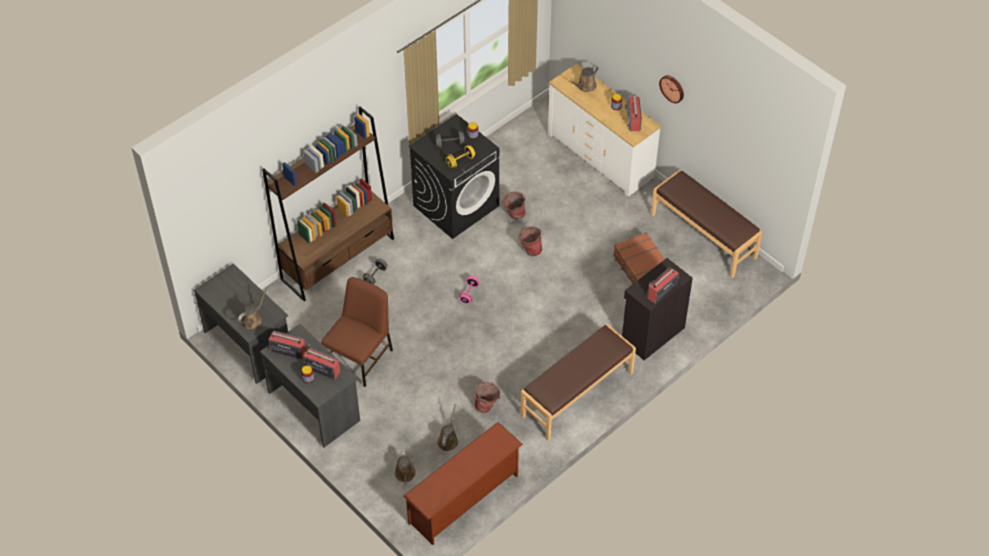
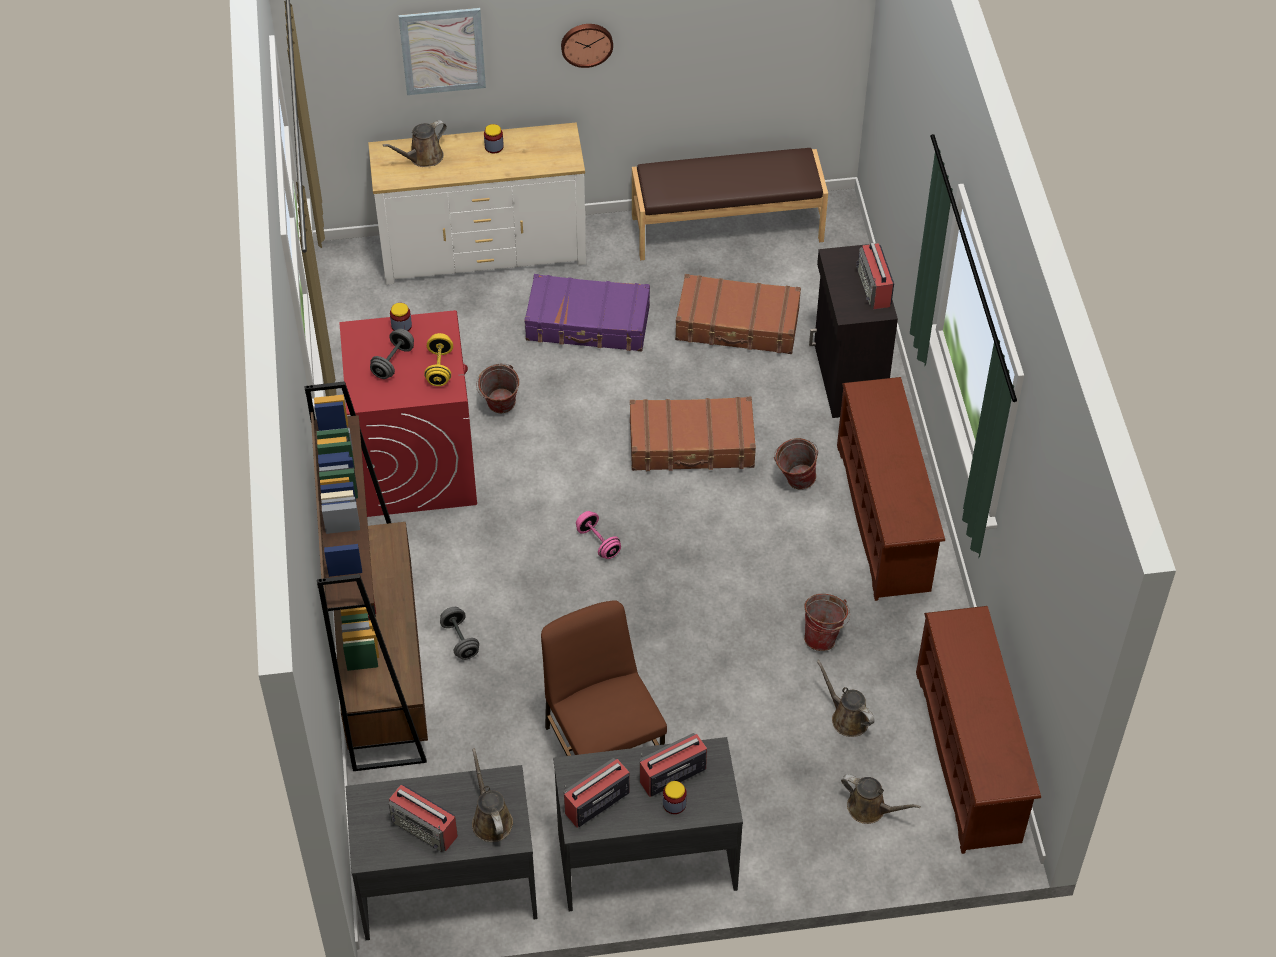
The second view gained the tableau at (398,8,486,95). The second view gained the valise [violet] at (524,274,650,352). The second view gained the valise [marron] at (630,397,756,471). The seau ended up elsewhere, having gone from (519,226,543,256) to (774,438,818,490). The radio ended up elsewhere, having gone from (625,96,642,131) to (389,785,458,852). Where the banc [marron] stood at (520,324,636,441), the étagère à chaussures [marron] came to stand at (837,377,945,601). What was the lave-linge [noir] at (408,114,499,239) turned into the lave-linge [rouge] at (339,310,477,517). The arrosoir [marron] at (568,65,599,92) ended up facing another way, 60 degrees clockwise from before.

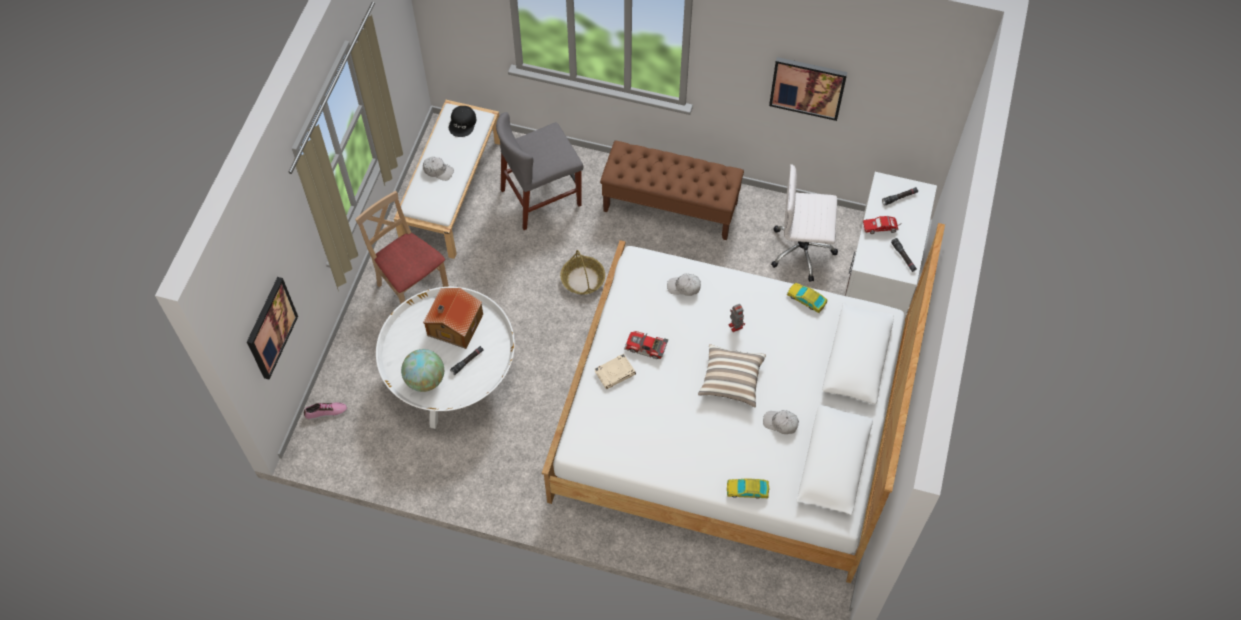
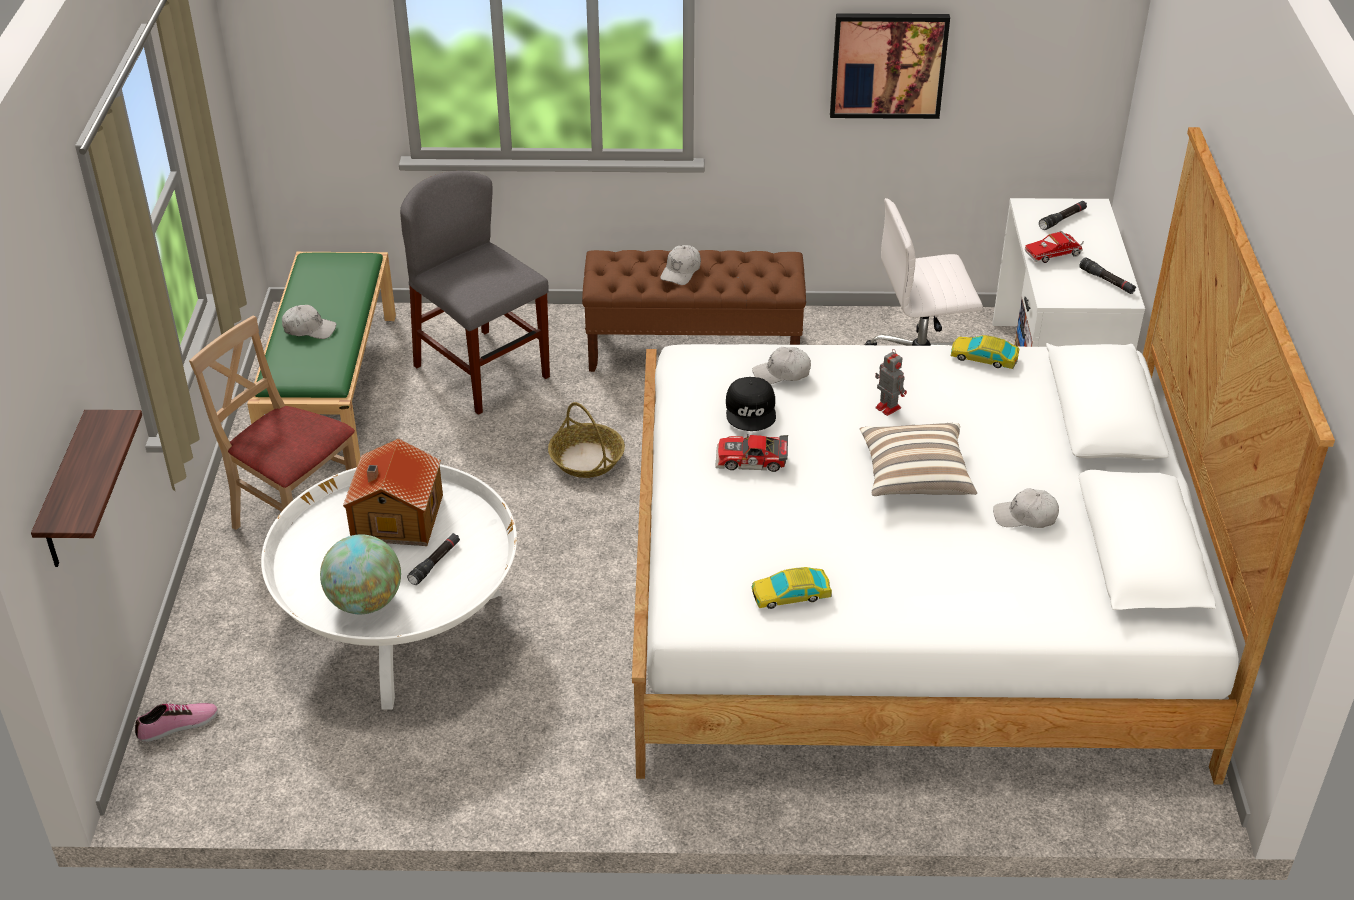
The second view lost the livre [beige] at (595,354,636,390). The second view gained the casquette [blanc] at (660,245,701,285). The casquette [noir] ended up elsewhere, having gone from (449,106,476,137) to (726,377,776,431). The petite voiture ended up elsewhere, having gone from (727,478,769,499) to (752,567,832,609). Where the tableau hung at (247,277,298,379), the étagère came to hang at (31,410,142,567). What was the banc [blanc] at (394,100,500,259) turned into the banc [vert] at (247,252,396,466). The chaise [gris] at (496,112,583,230) ended up facing another way, 90 degrees clockwise from before.

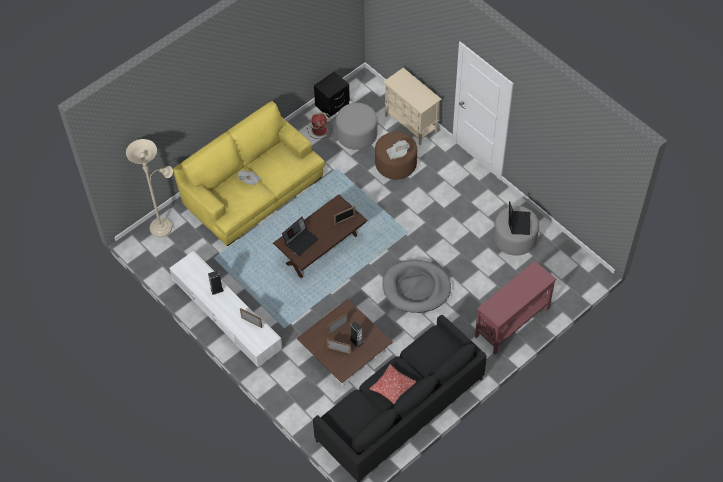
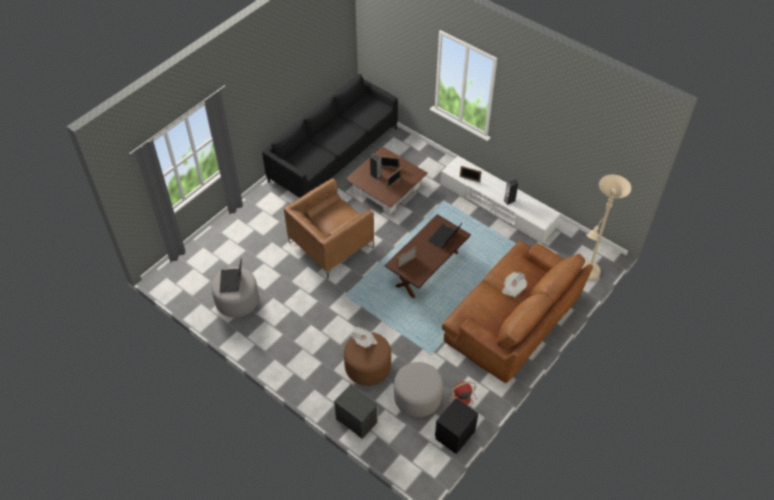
The second view lost the coussin at (369,364,417,404). The second view lost the table console [rouge] at (475,261,556,355). Where the meuble de rangement [beige] stood at (383,68,442,145), the table de chevet came to stand at (334,384,378,439). Where the panier pour chien [gris] stood at (383,260,451,313), the fauteuil [marron] came to stand at (284,178,374,279). What was the canapé [jaune] at (173,101,325,246) turned into the canapé [marron] at (442,241,593,383).

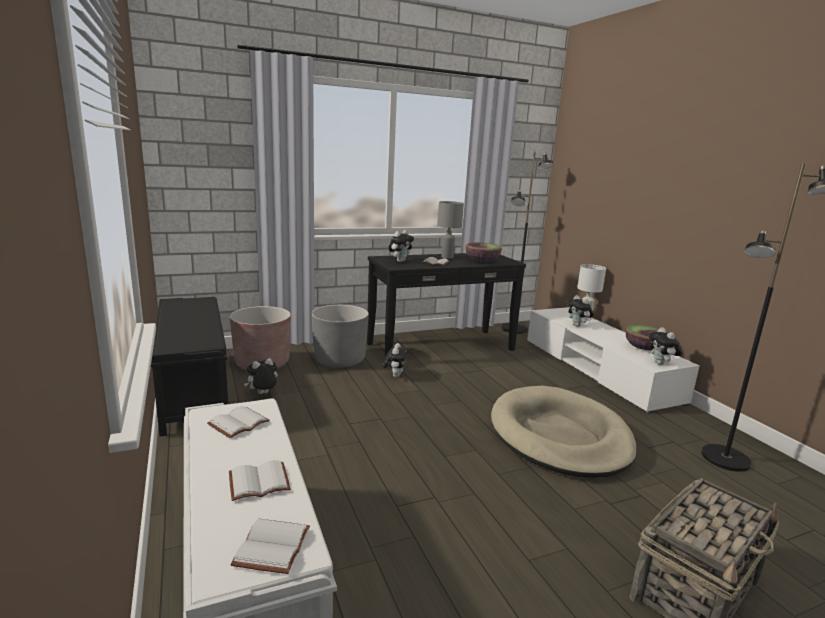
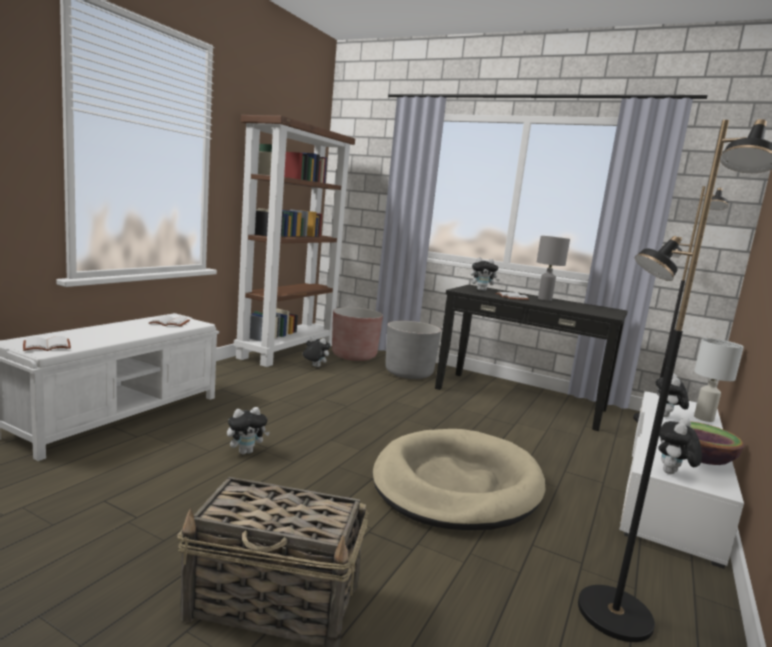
The second view lost the livre [blanc] at (229,460,291,501). The second view lost the bol at (465,243,502,262). The peluche ended up elsewhere, having gone from (383,343,408,377) to (227,407,270,454). Where the banc [noir] stood at (151,297,228,436), the bibliothèque [marron] came to stand at (234,115,355,367).

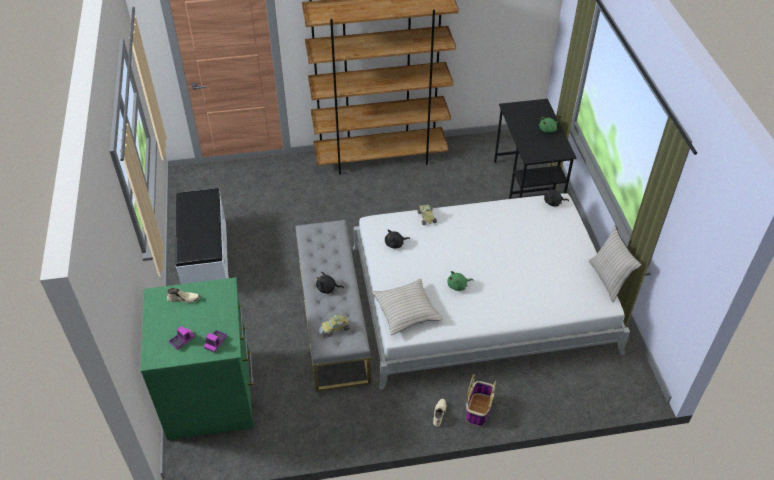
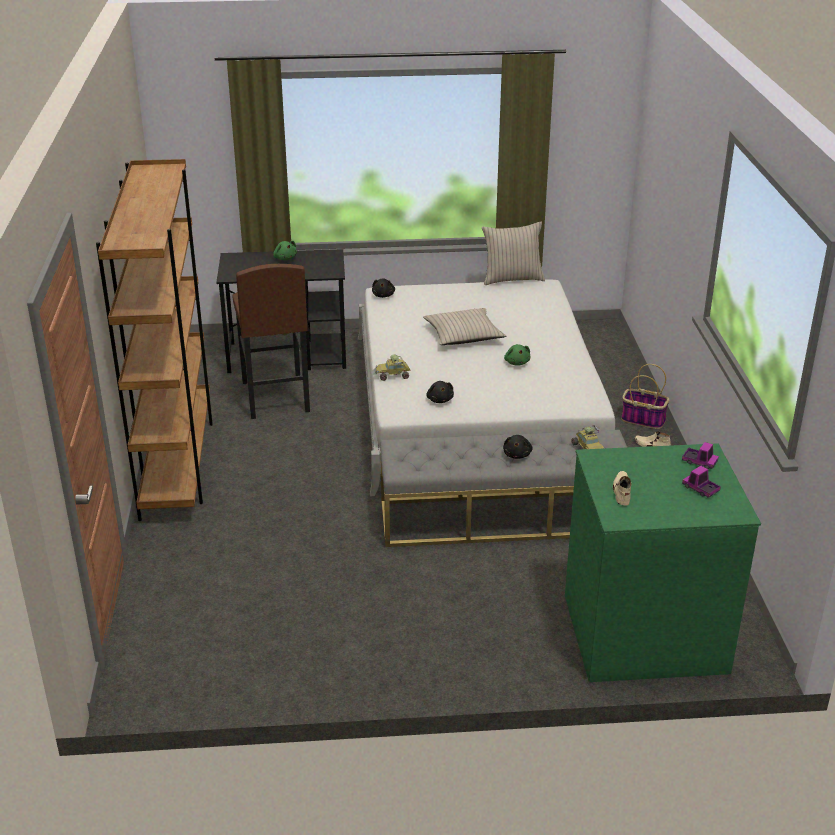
The second view lost the banc [blanc] at (176,188,229,284). The second view gained the tabouret [marron] at (232,264,310,419). The coussin [beige] ended up elsewhere, having gone from (372,278,443,335) to (423,308,506,345).

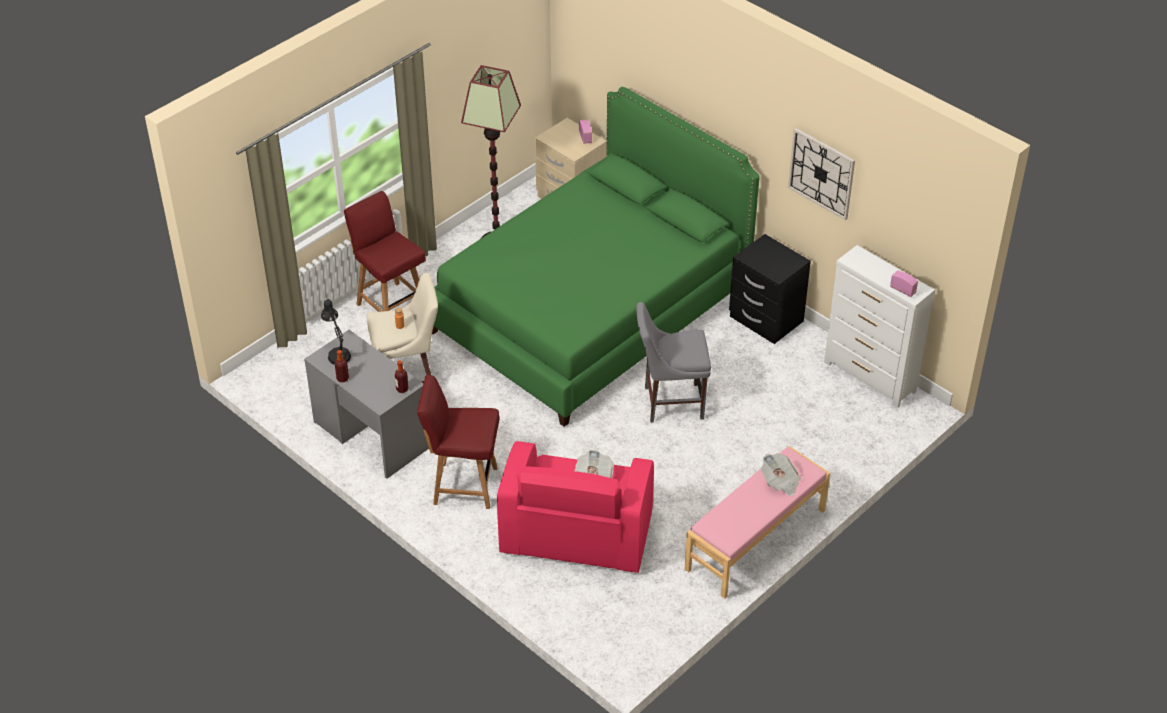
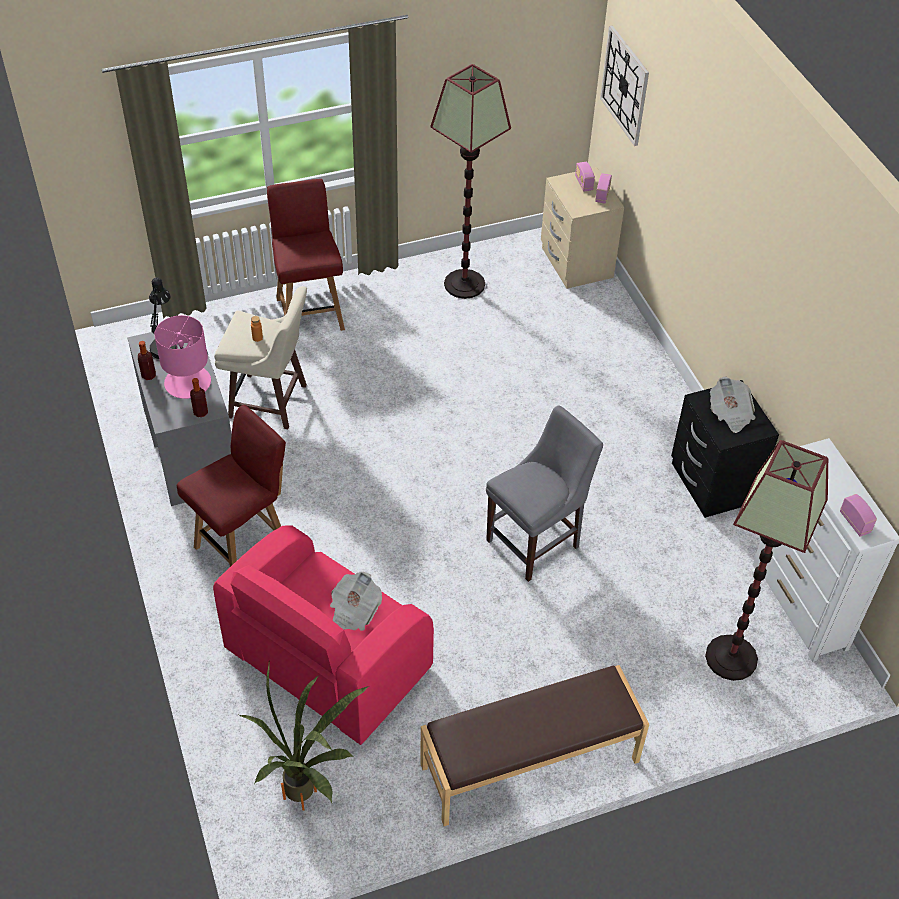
The second view lost the lit [vert] at (432,87,760,427). The second view gained the lampe de table [rose] at (154,315,211,399). The second view gained the plante en pot at (239,663,370,811). The second view gained the radio at (575,162,595,192). The second view gained the lampadaire at (705,440,828,681). The journal ended up elsewhere, having gone from (761,453,801,496) to (710,376,756,433). The horloge murale ended up elsewhere, having gone from (788,128,855,220) to (600,25,649,146). What was the banc [rose] at (685,446,830,599) turned into the banc [marron] at (420,665,649,826). The chaise [rouge] at (417,374,500,509) ended up facing another way, 105 degrees clockwise from before. The chaise [gris] at (636,302,711,423) ended up facing another way, 120 degrees clockwise from before.

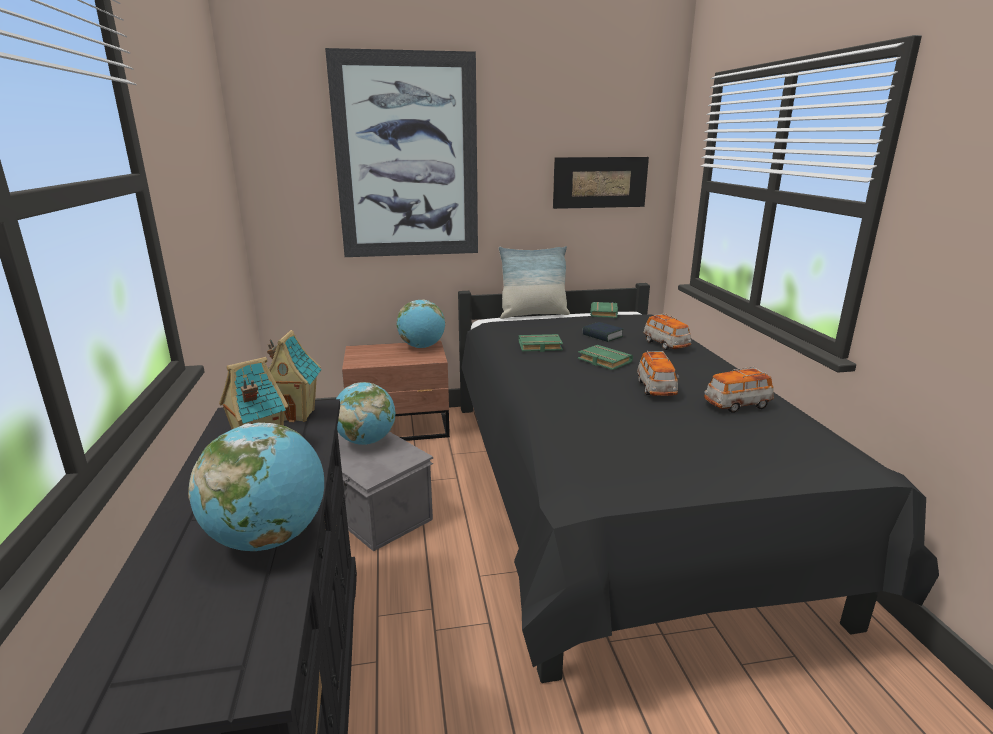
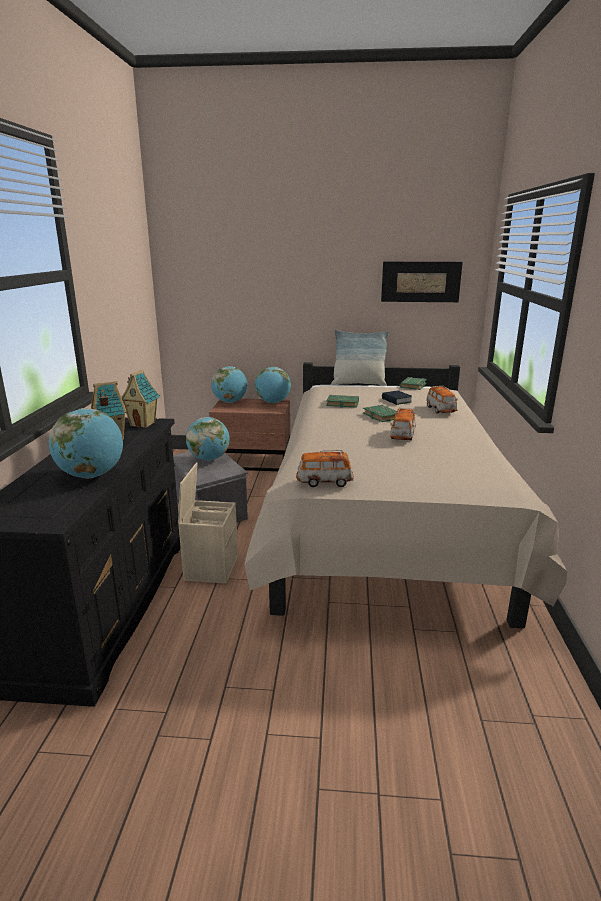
The second view lost the tableau at (325,48,478,257). The second view gained the boîte de rangement [beige] at (178,462,238,584). The second view gained the globe at (211,366,247,403). The petite voiture ended up elsewhere, having gone from (704,367,774,413) to (296,450,354,487). What was the lit [noir] at (458,283,939,683) turned into the lit [beige] at (244,362,567,628).

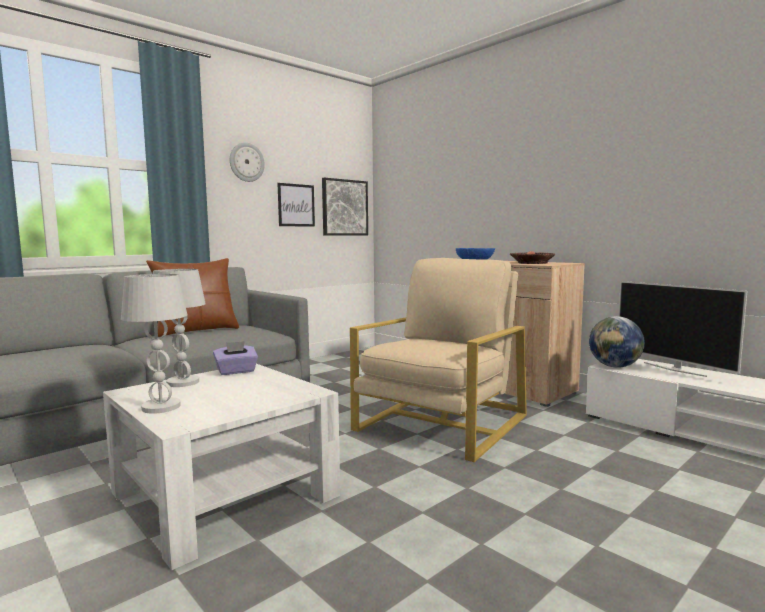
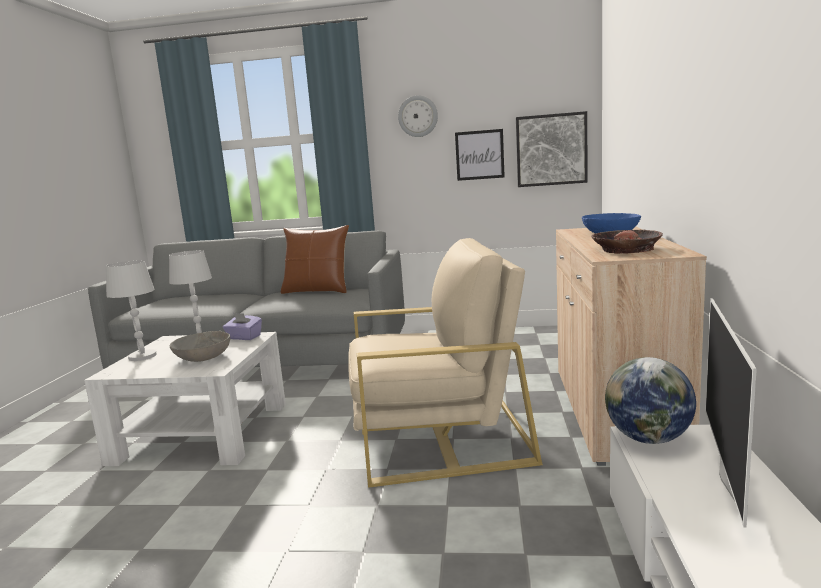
The second view gained the bol [gris] at (170,331,230,362).

